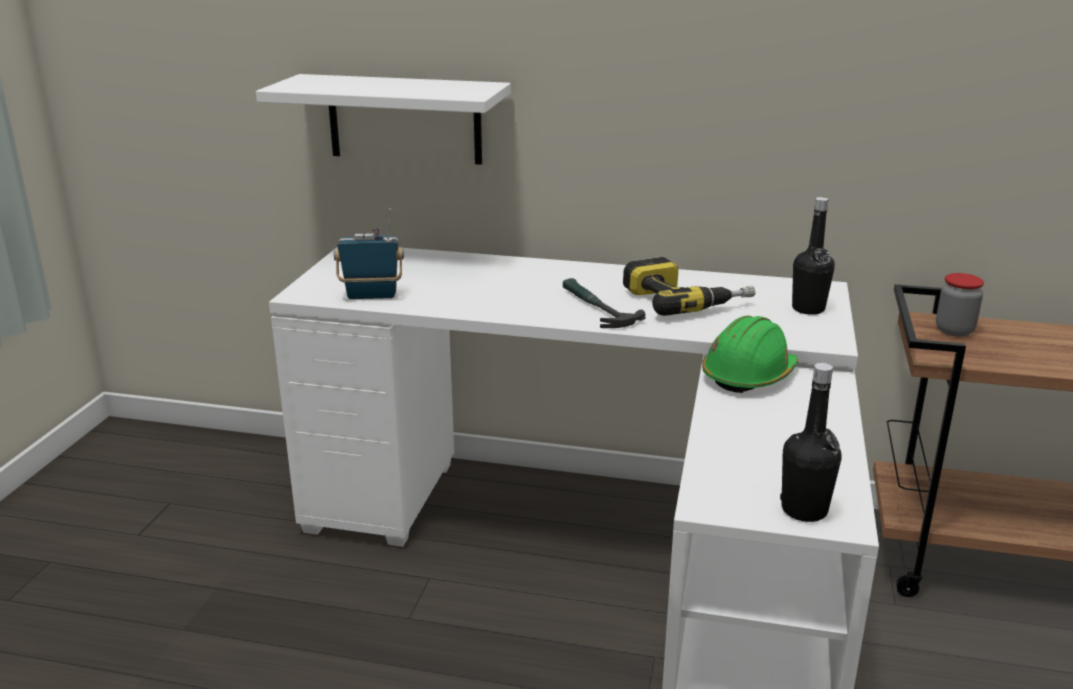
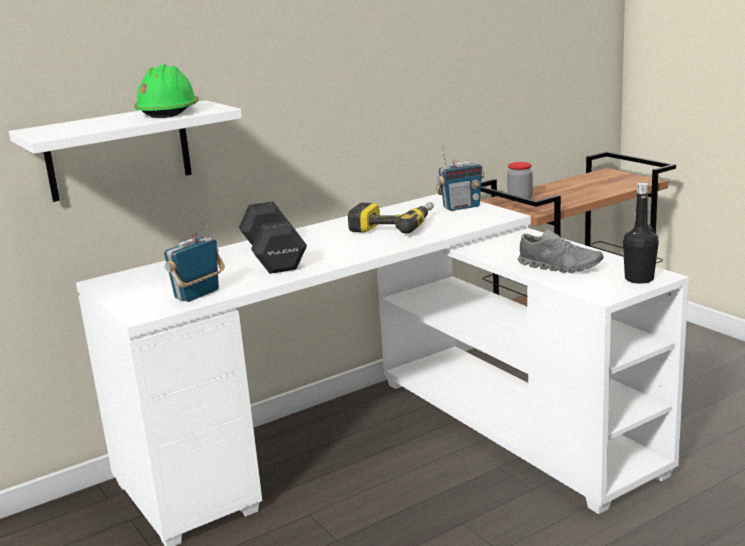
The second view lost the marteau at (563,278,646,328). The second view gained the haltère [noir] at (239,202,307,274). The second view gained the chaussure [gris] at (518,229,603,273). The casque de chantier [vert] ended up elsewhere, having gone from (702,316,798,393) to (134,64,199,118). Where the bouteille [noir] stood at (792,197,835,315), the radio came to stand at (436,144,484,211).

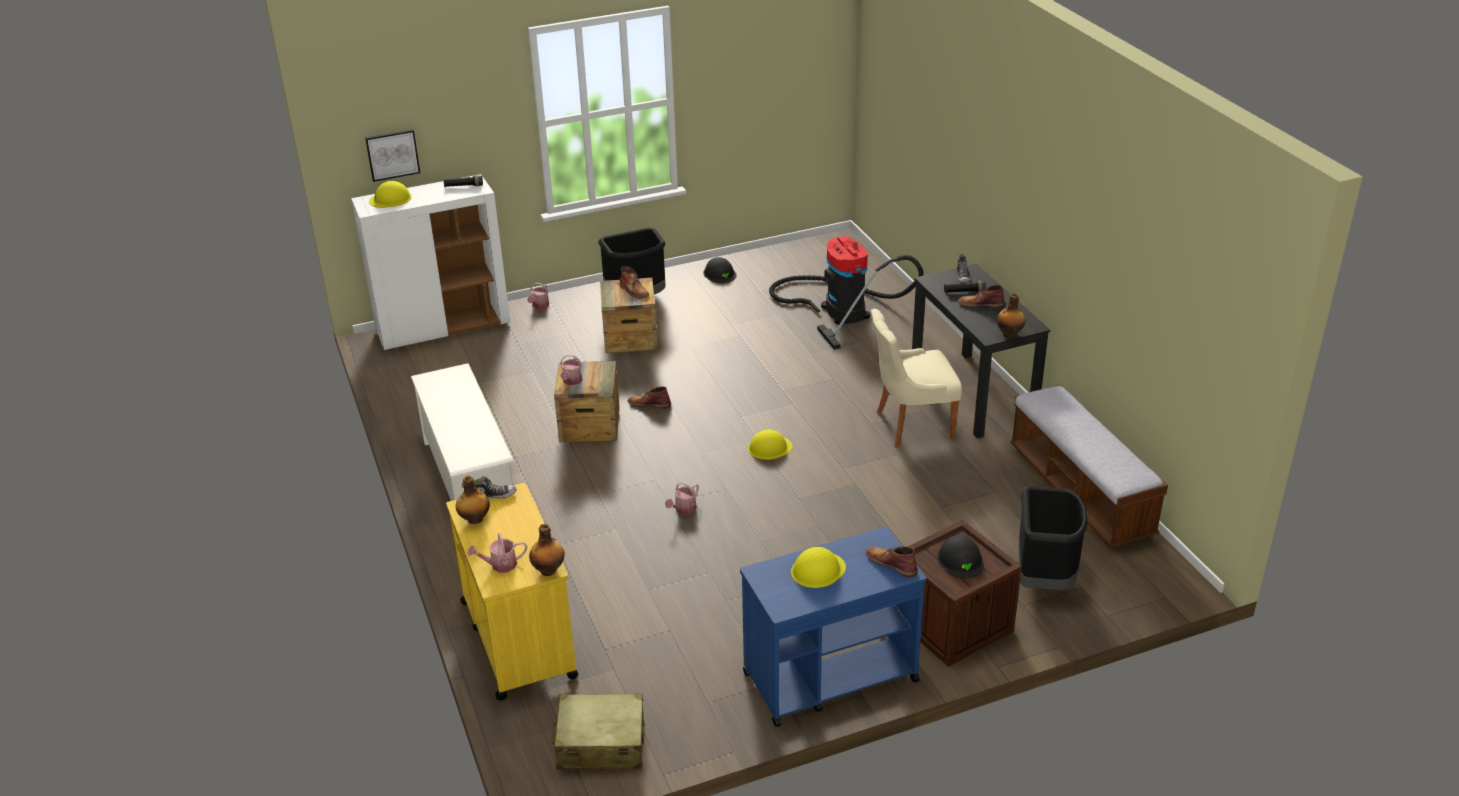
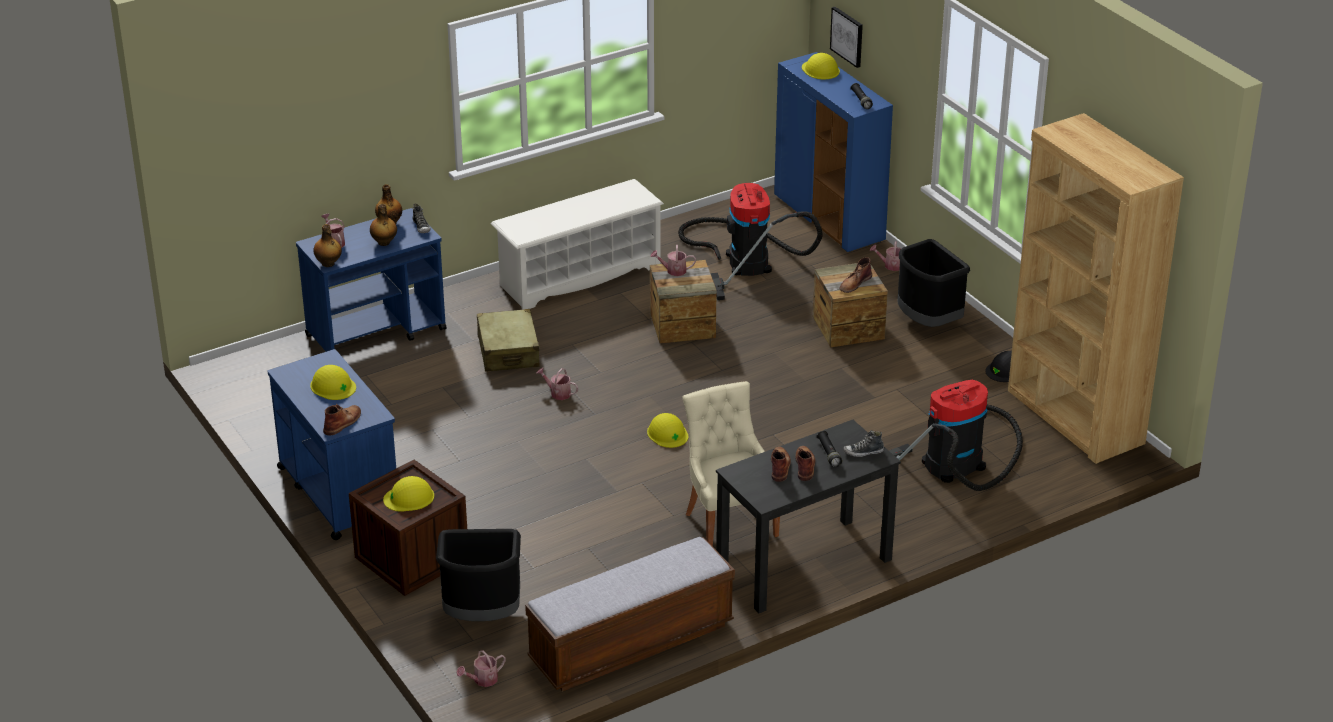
The second view gained the arrosoir at (456,650,506,687). The second view gained the aspirateur at (678,183,823,300). The second view gained the bibliothèque [marron] at (1008,113,1184,464). The valise [beige] ended up elsewhere, having gone from (552,694,645,770) to (477,309,540,372). The botte [marron] ended up elsewhere, having gone from (628,386,671,409) to (771,447,791,482). The bouteille ended up elsewhere, having gone from (997,293,1026,338) to (370,204,397,246). What was the meuble de rangement [blanc] at (351,174,510,350) turned into the meuble de rangement [bleu] at (774,52,893,252). What was the chariot [jaune] at (446,483,578,700) turned into the chariot [bleu] at (296,208,447,352). What was the casque de chantier [noir] at (937,535,984,578) turned into the casque de chantier [jaune] at (383,476,434,512).

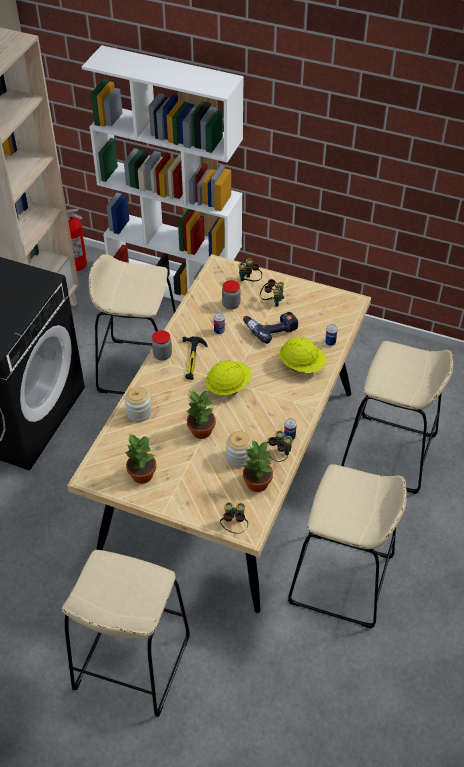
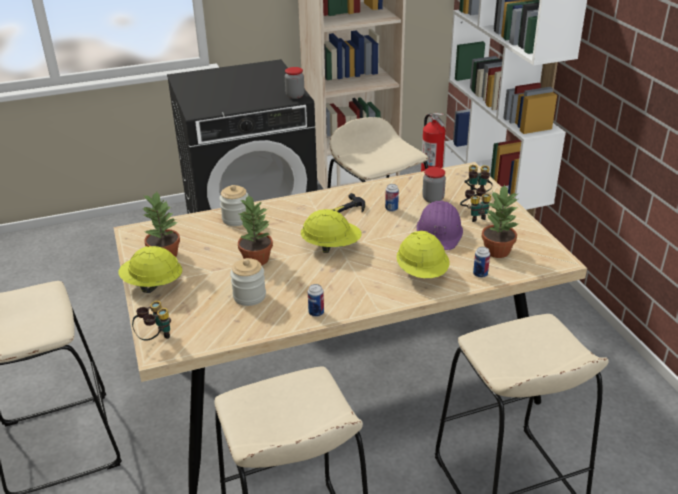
The second view lost the jumelles at (267,430,293,462). The second view gained the casque de chantier [jaune] at (118,246,182,293). The bocal ended up elsewhere, having gone from (152,330,172,361) to (285,67,305,99). The plante en pot ended up elsewhere, having gone from (243,440,273,492) to (481,184,520,258). Where the perceuse stood at (243,312,298,344), the casque de chantier [violet] came to stand at (417,200,463,250).

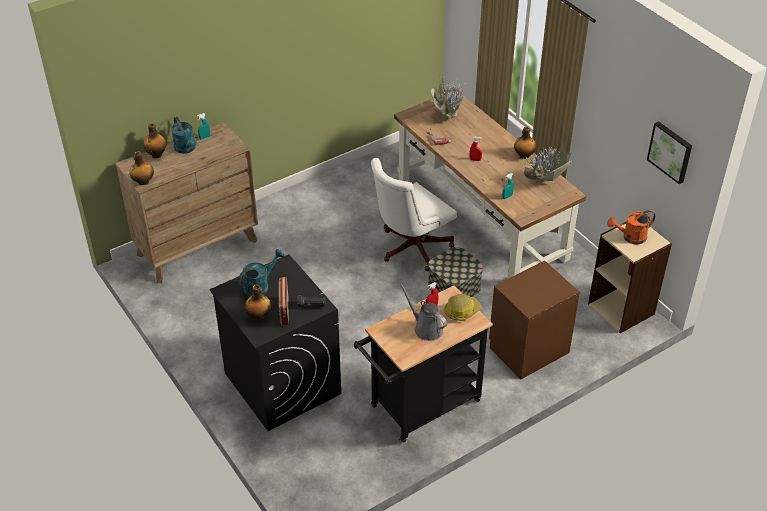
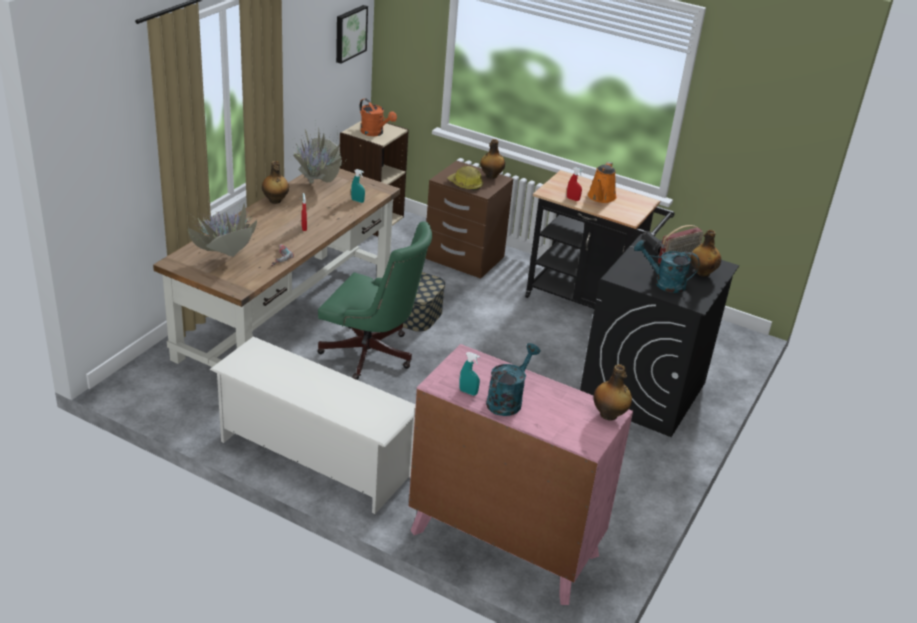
The second view gained the étagère à chaussures [blanc] at (210,336,416,514). The bouteille ended up elsewhere, having gone from (143,123,166,158) to (480,139,505,179). The casque de chantier ended up elsewhere, having gone from (444,294,482,321) to (447,166,483,191). What was the commode [marron] at (115,122,258,283) turned into the commode [rose] at (409,344,633,605). What was the chaise de bureau [blanc] at (371,158,457,271) turned into the chaise de bureau [vert] at (317,221,432,380). What was the arrosoir [gris] at (399,283,447,341) turned into the arrosoir [orange] at (588,162,617,203).

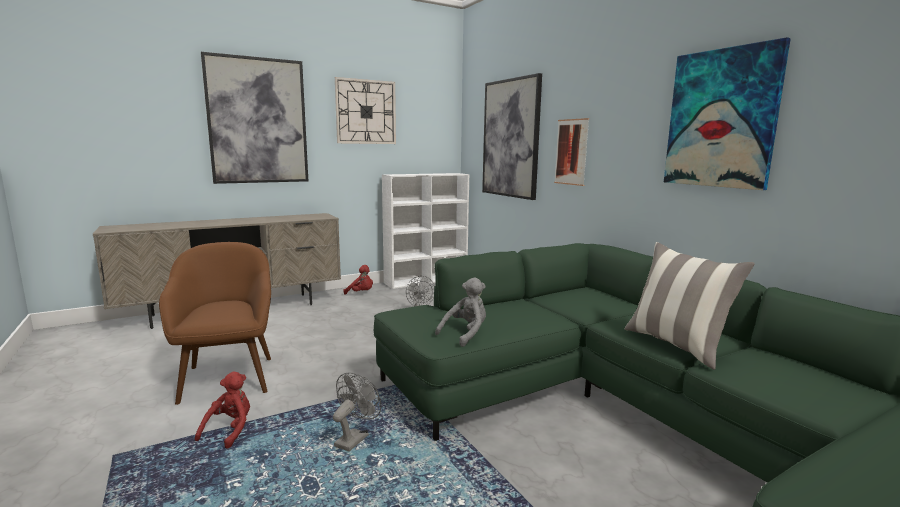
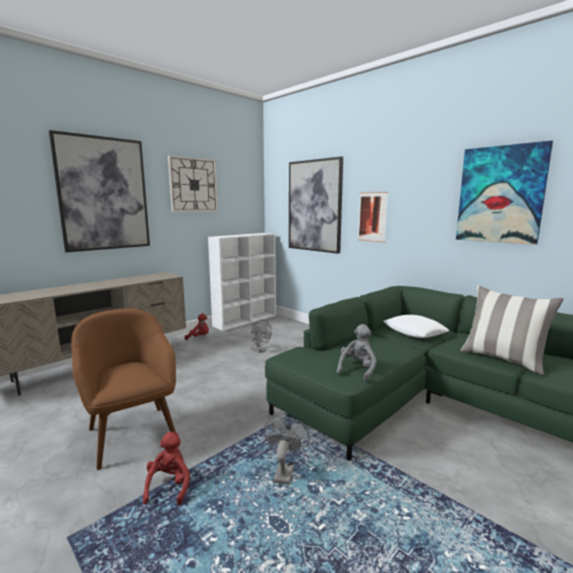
The second view gained the coussin [blanc] at (383,315,449,338).

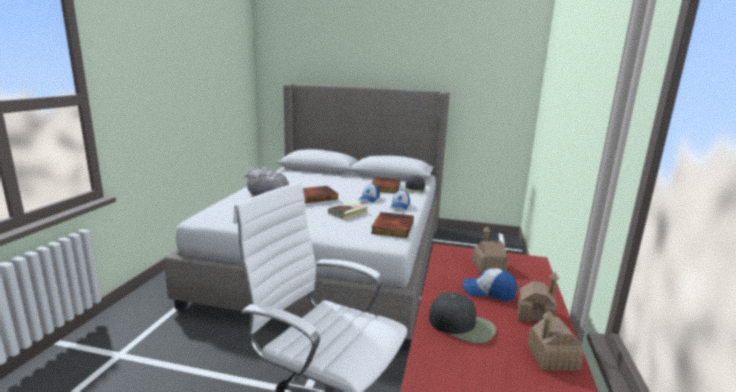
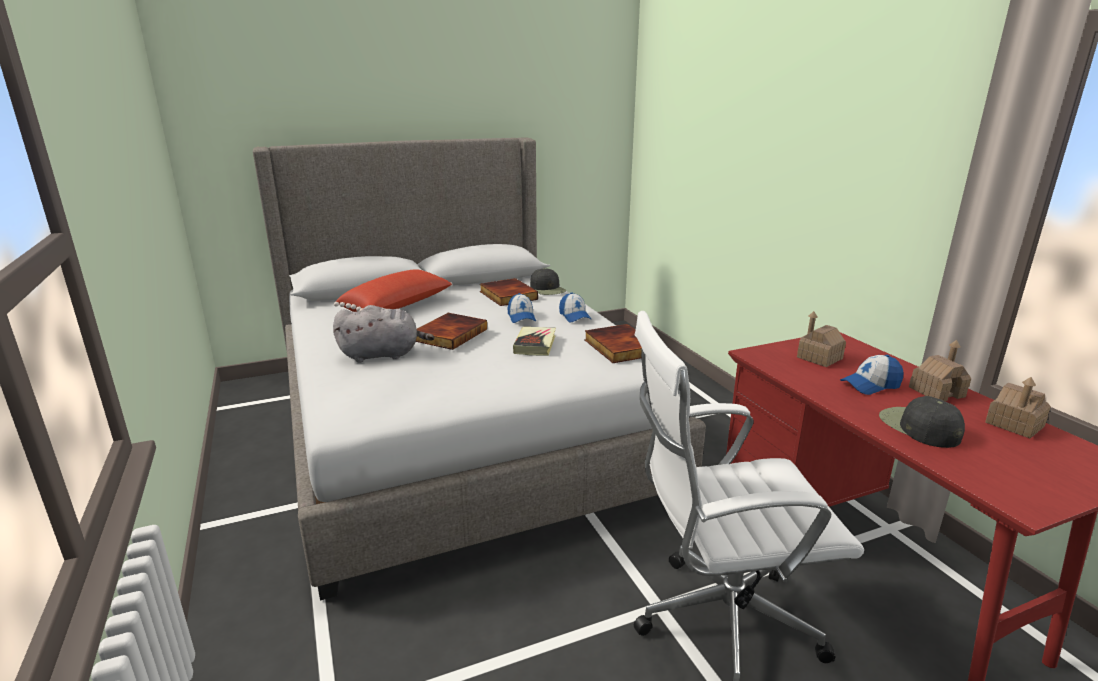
The second view gained the coussin [rouge] at (334,269,453,312). The casquette [noir] at (429,292,496,343) ended up facing another way, 105 degrees counterclockwise from before.

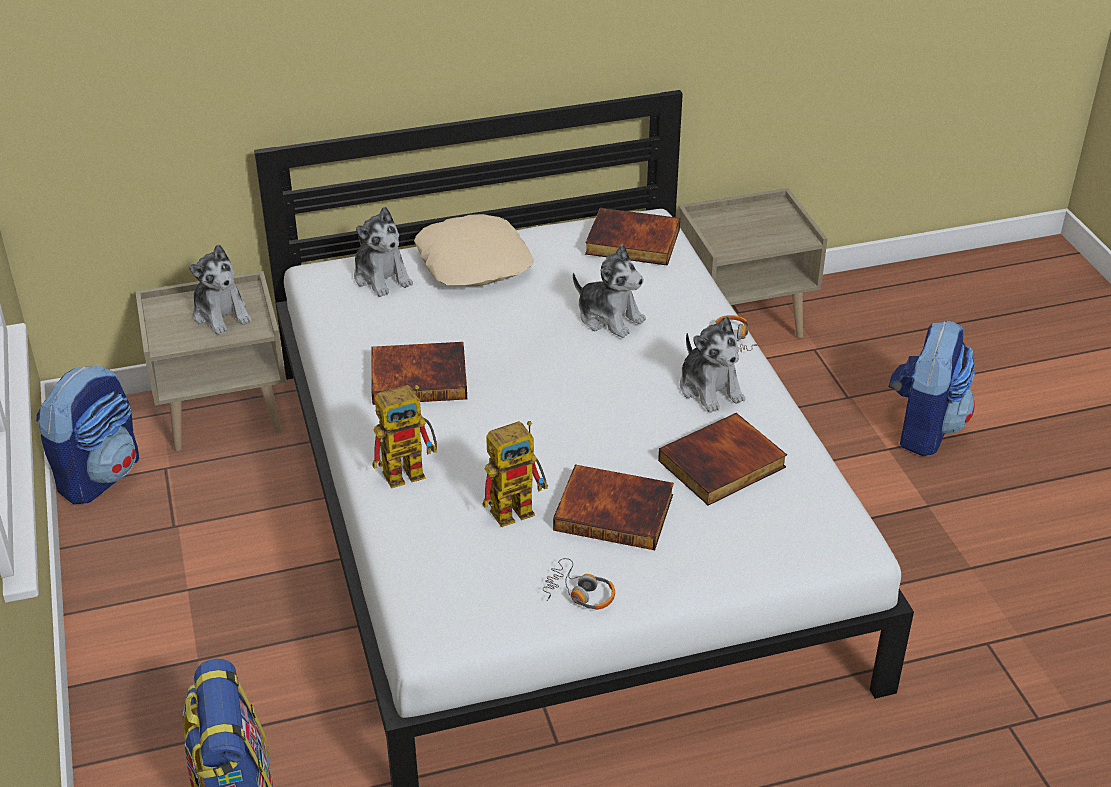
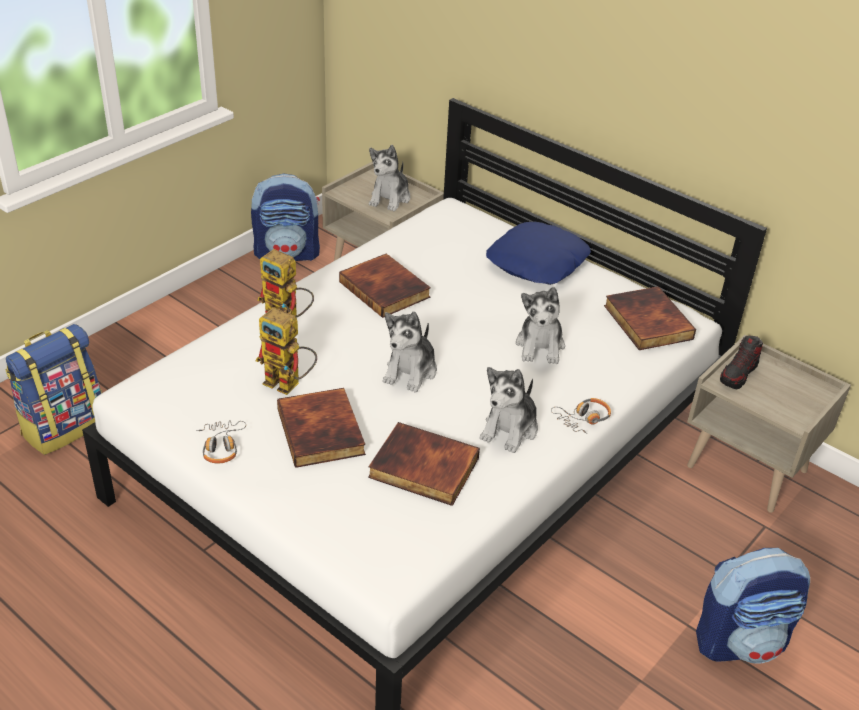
The second view gained the chaussure at (720,336,763,389). The peluche ended up elsewhere, having gone from (354,206,413,297) to (383,312,437,392). What was the coussin [beige] at (414,214,534,286) turned into the coussin [bleu] at (486,222,591,285).

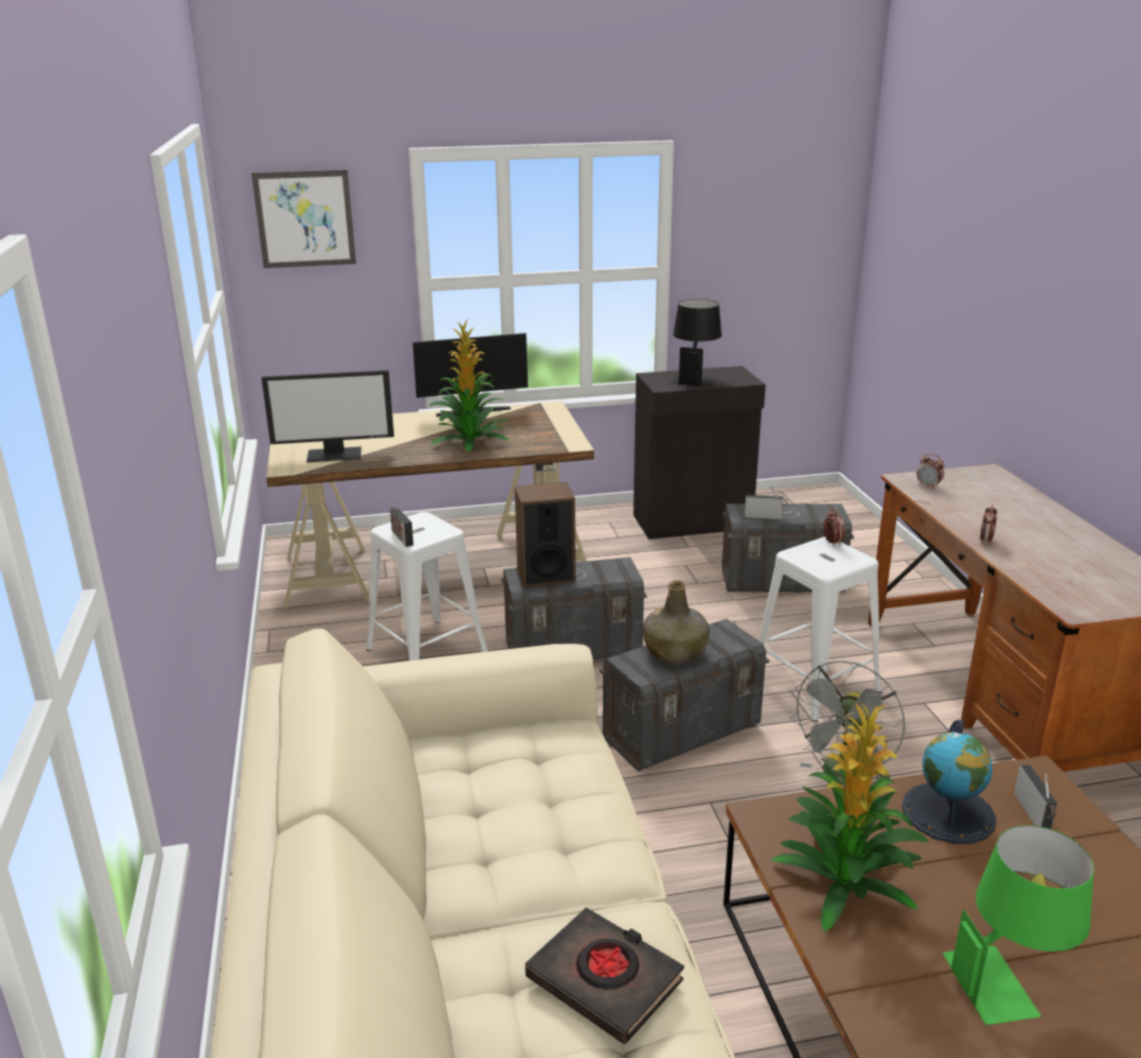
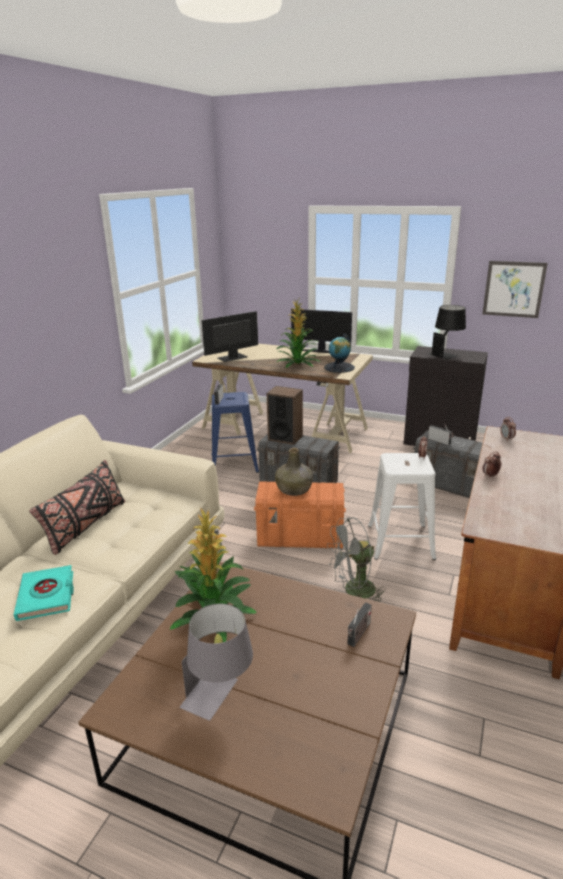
The second view gained the coussin [noir] at (29,460,125,555). The tableau ended up elsewhere, having gone from (251,170,356,268) to (482,261,548,318). The globe ended up elsewhere, having gone from (902,719,996,844) to (324,333,355,373). What was the tabouret [blanc] at (366,512,488,661) turned into the tabouret [bleu] at (211,392,259,473). What was the livre [noir] at (525,907,684,1044) turned into the livre [turquoise] at (13,565,74,621). What was the boîte de rangement [gris] at (599,619,770,771) turned into the boîte de rangement [orange] at (254,482,346,549). What was the lampe de table [vert] at (943,825,1094,1025) turned into the lampe de table [gris] at (180,604,253,721). The écran d'ordinateur at (261,370,394,462) ended up facing another way, 120 degrees clockwise from before.

